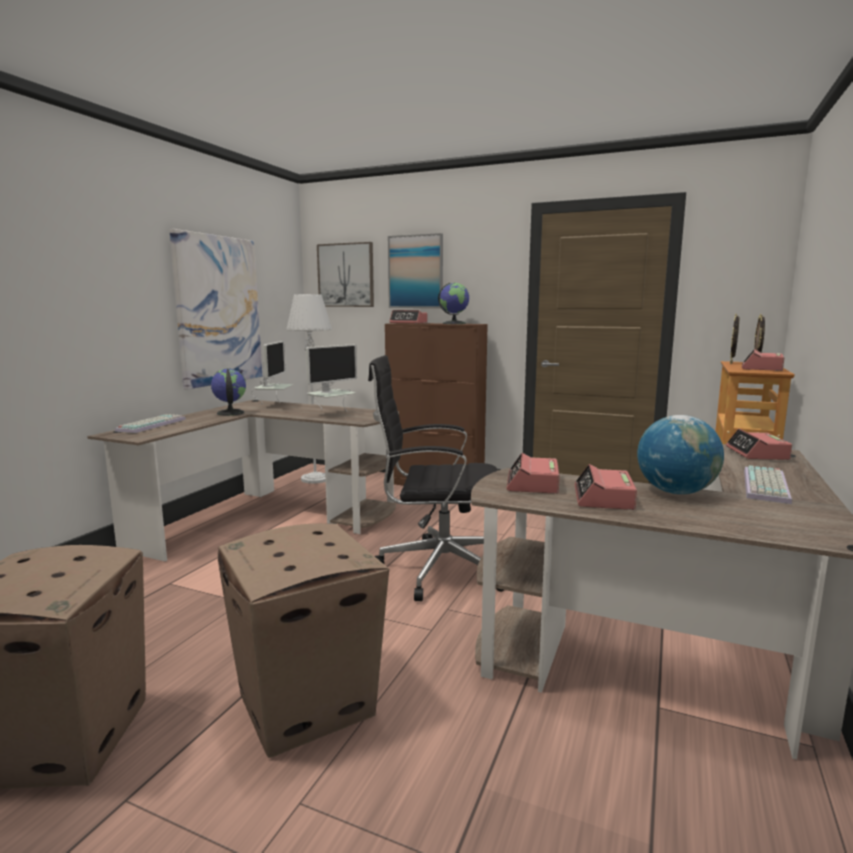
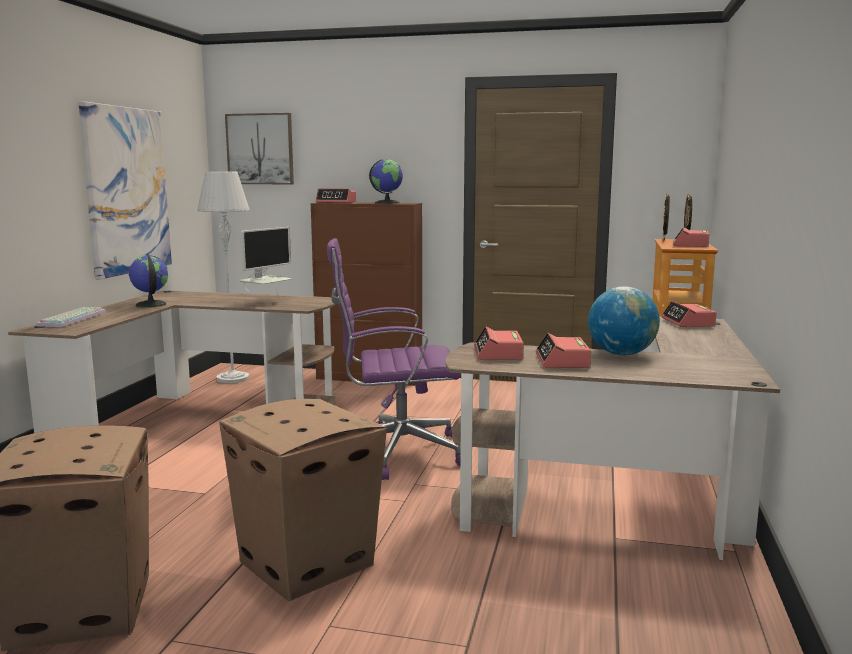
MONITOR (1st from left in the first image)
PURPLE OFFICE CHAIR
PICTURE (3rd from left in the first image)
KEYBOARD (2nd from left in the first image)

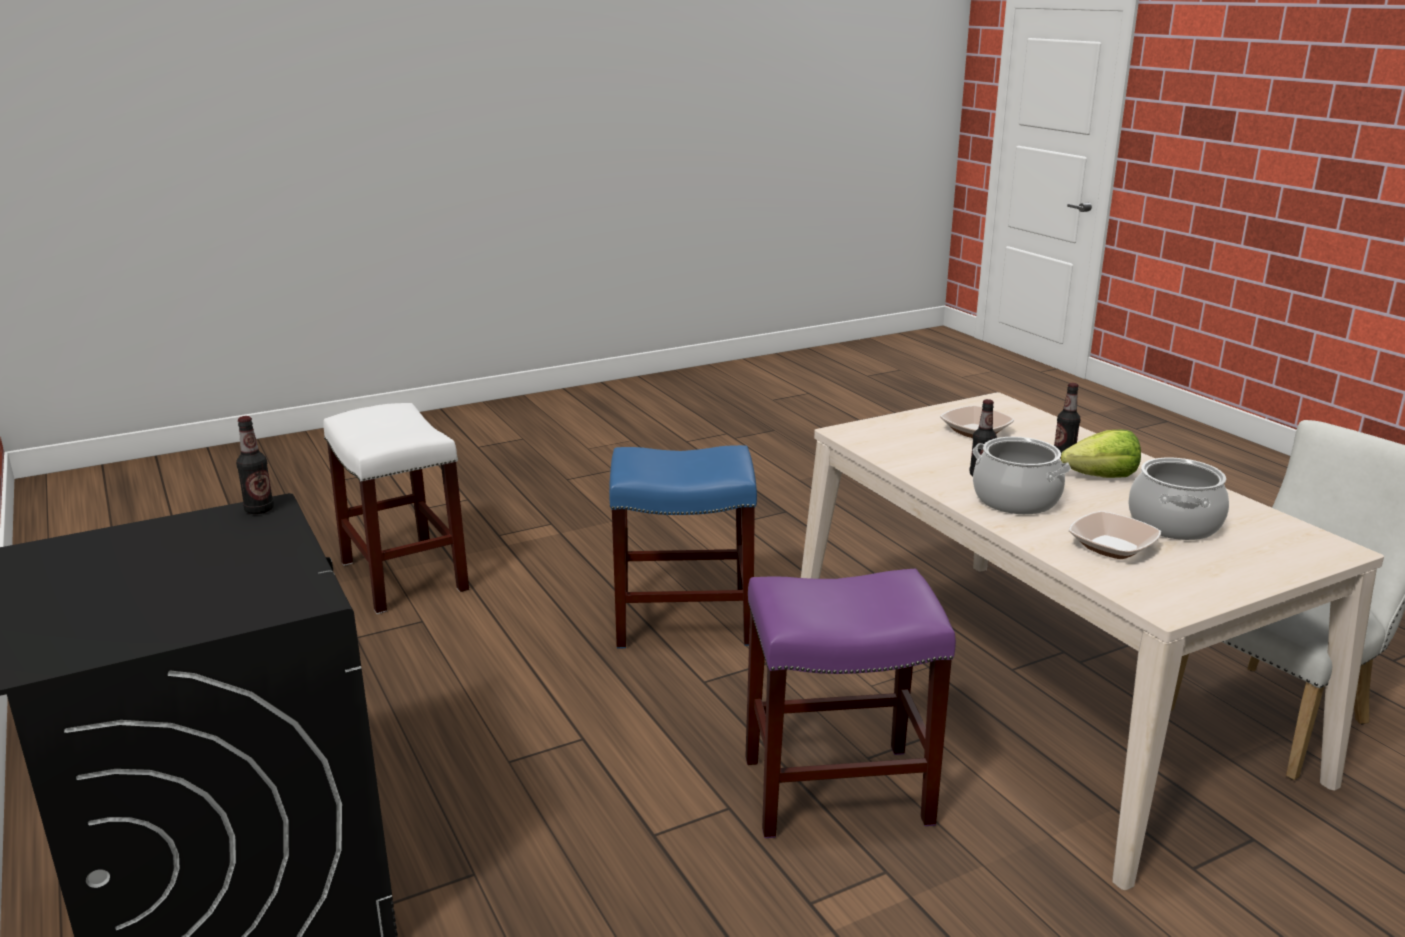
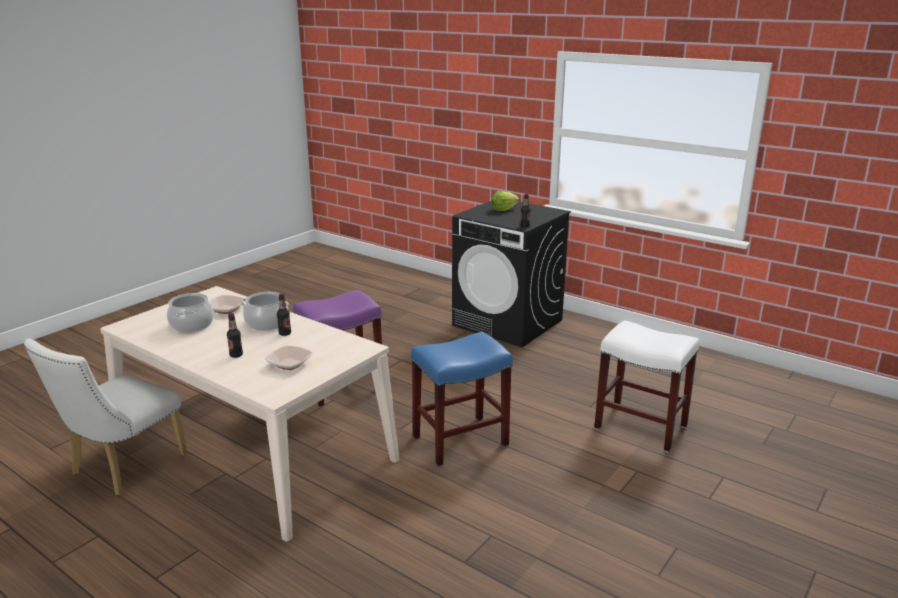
LETTUCE

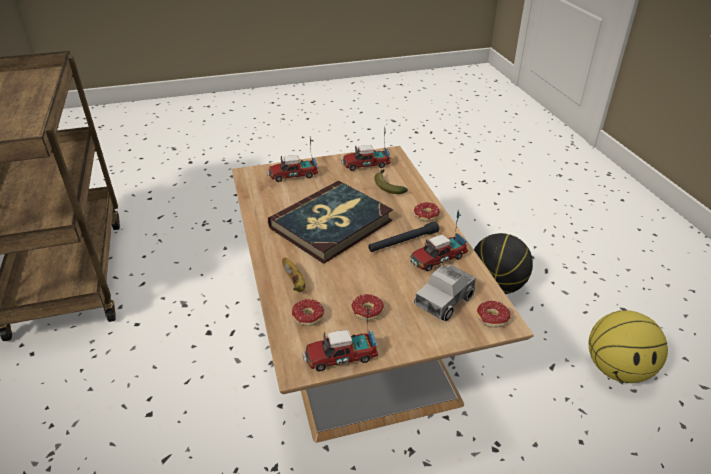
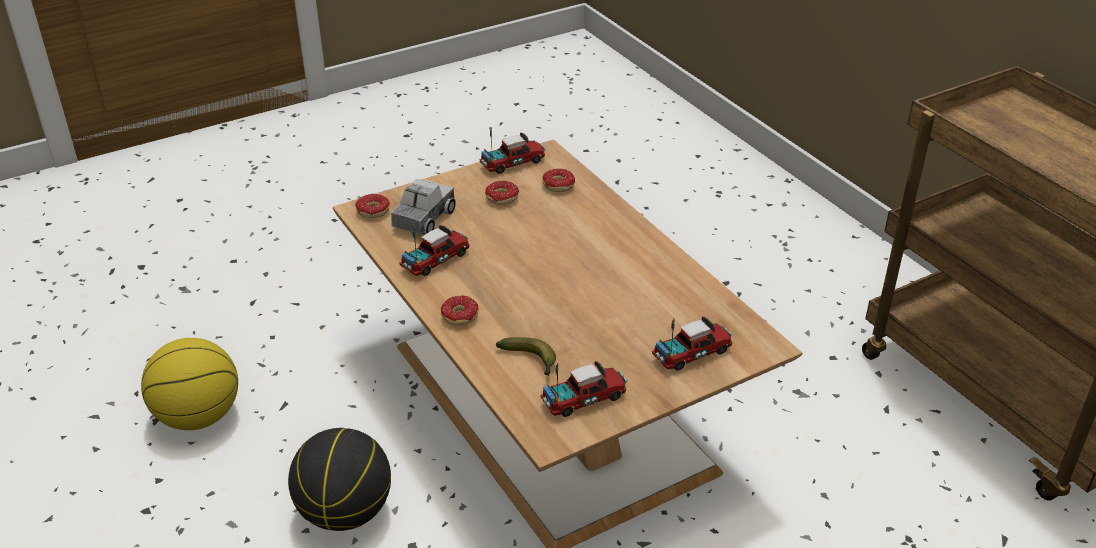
BOOK
BANANA (1st from left in the first image)
BLACK FLASHLIGHT

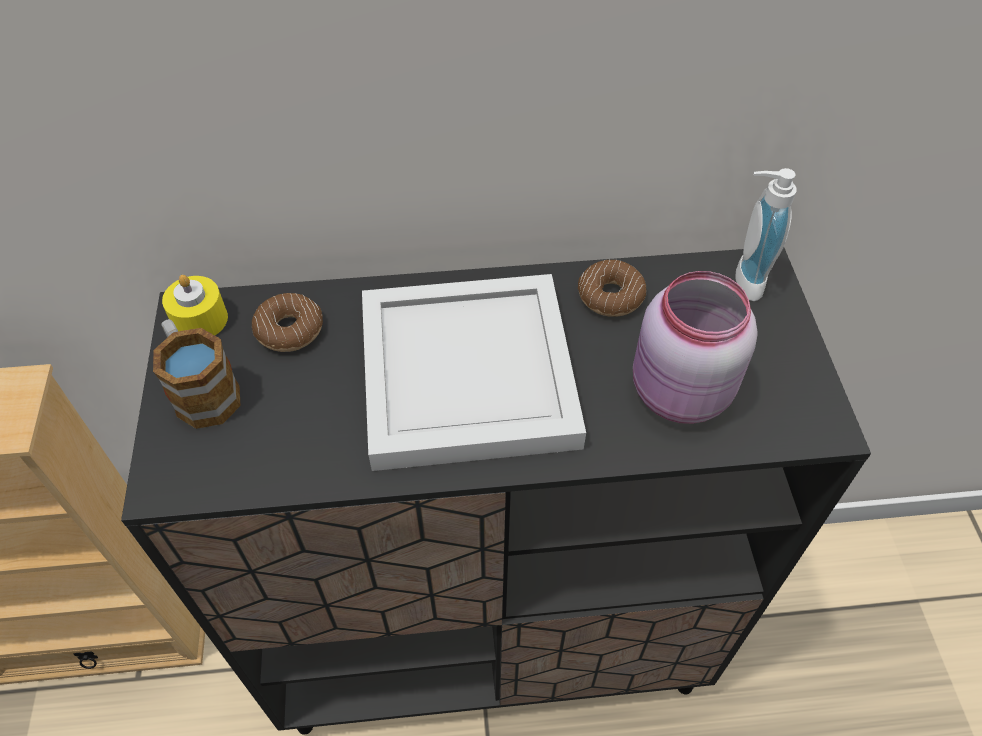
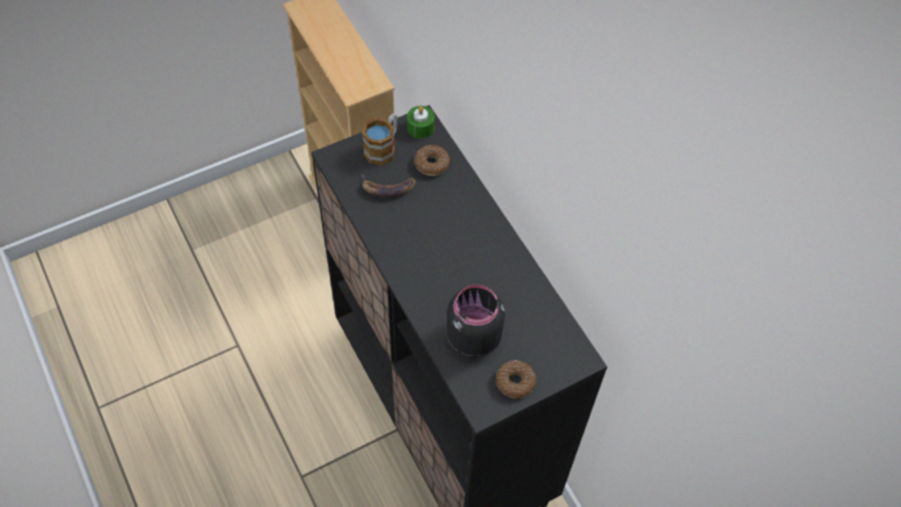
GREEN CANDLE
WHITE TRAY
DONUT (2nd from left)
BLACK JAR
SOAP DISPENSER
BANANA

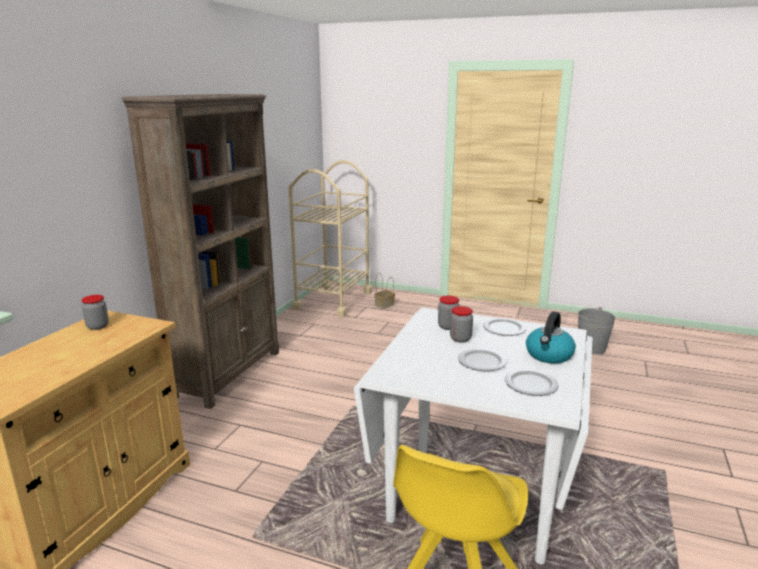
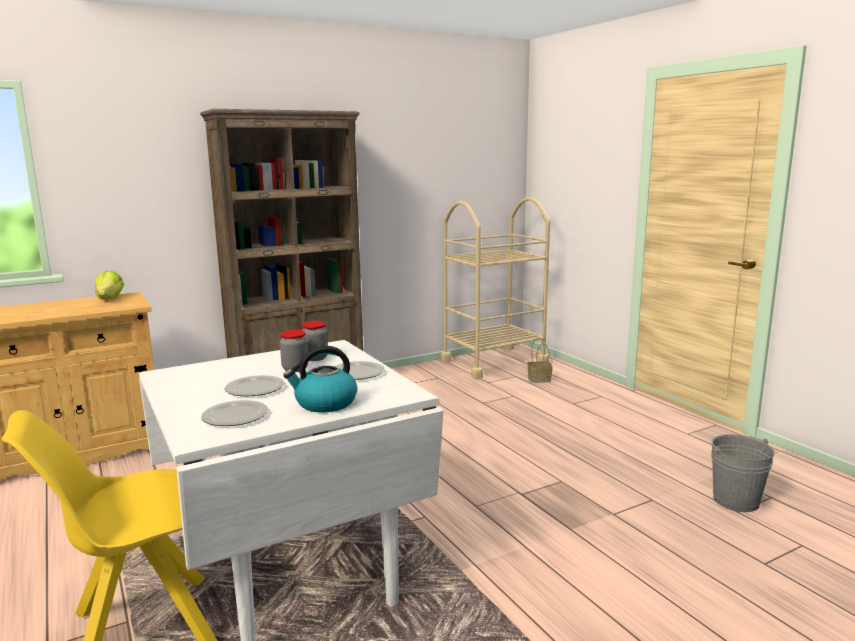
LETTUCE

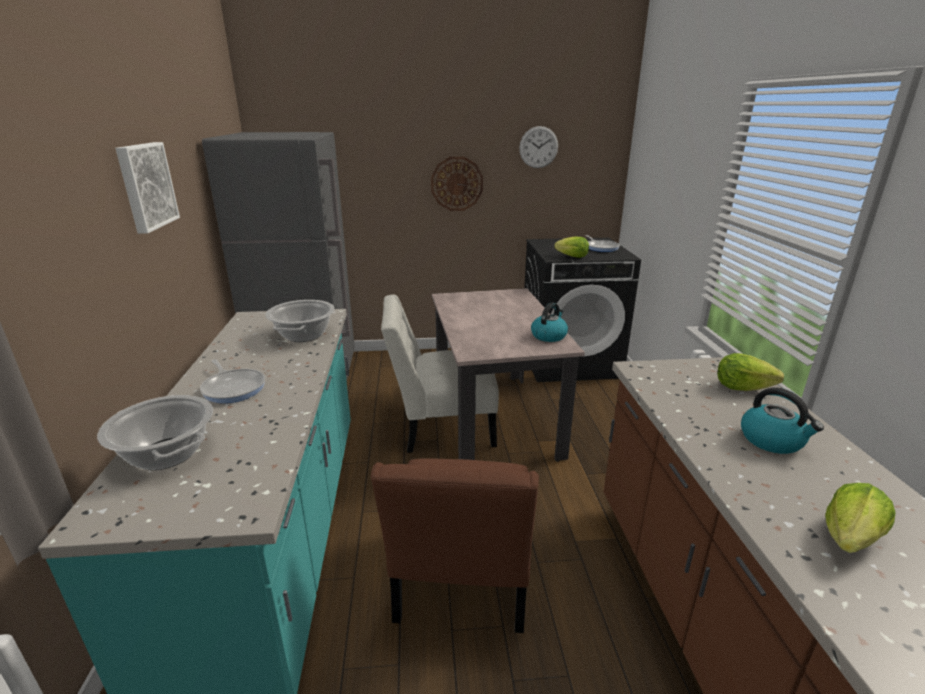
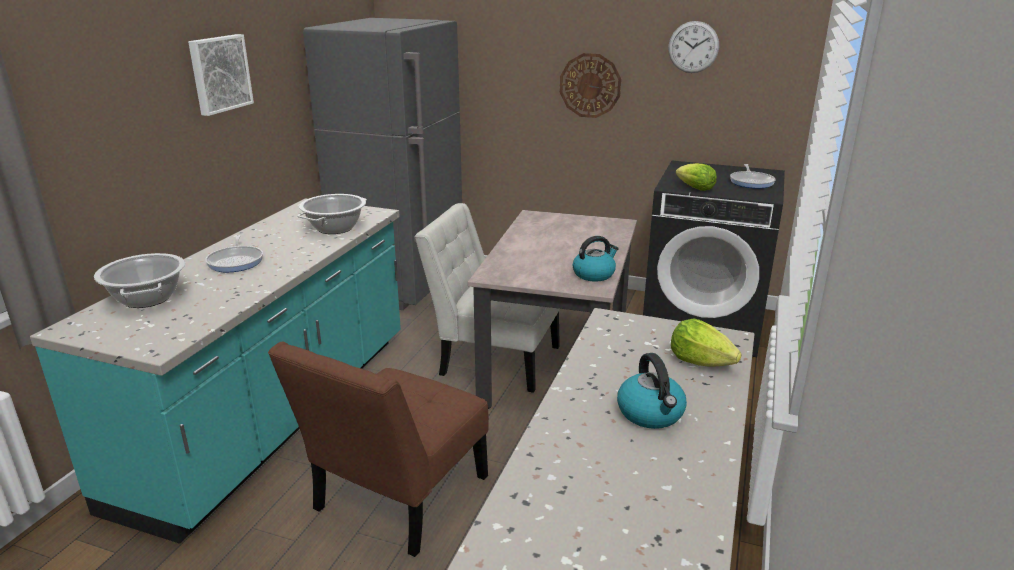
LETTUCE (3rd from left in the first image)

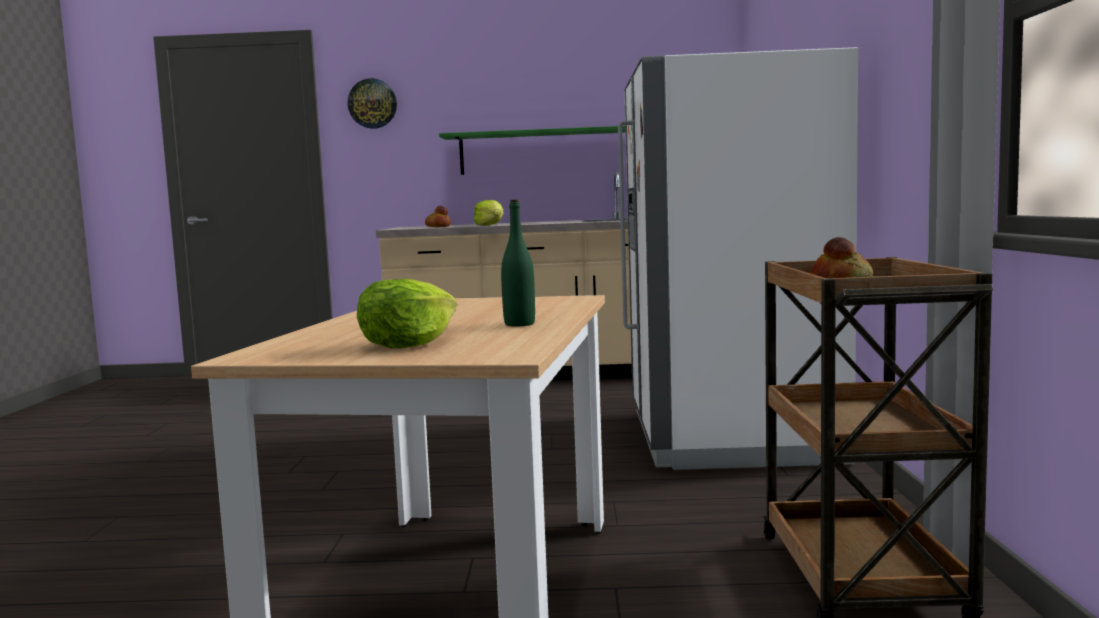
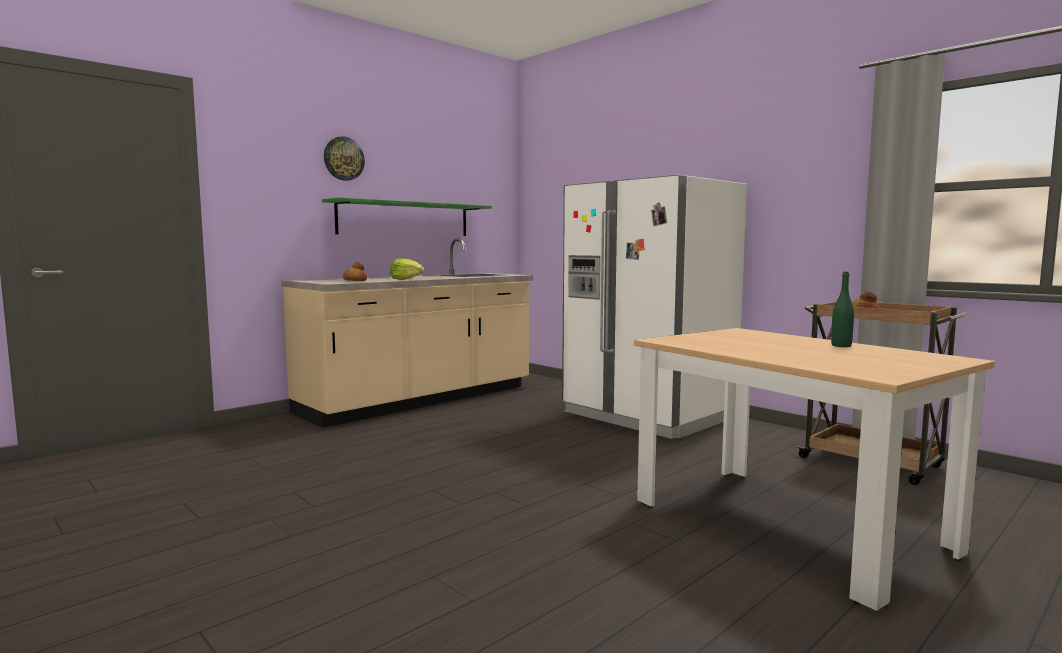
WALL CLOCK
LETTUCE (1st from left in the first image)

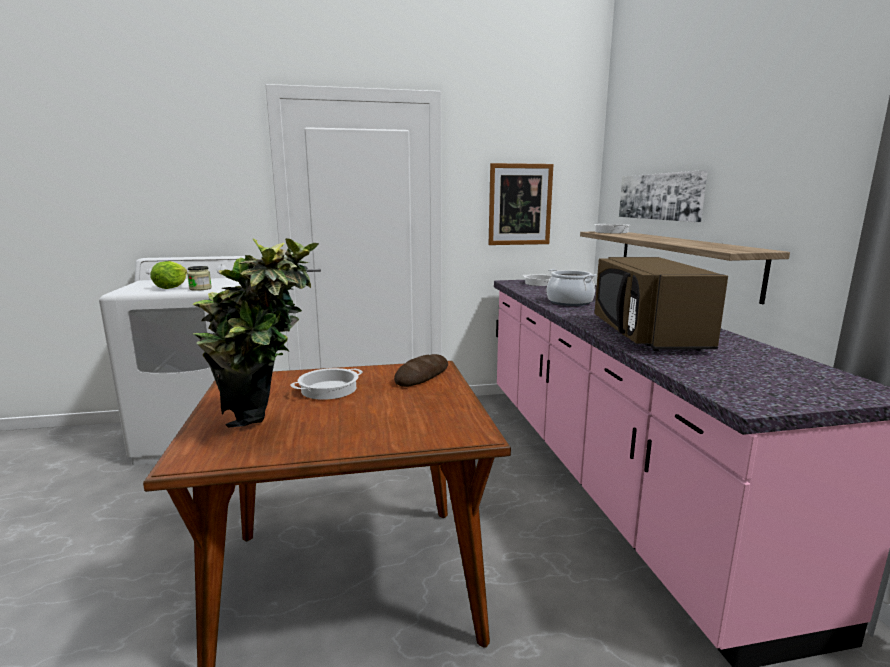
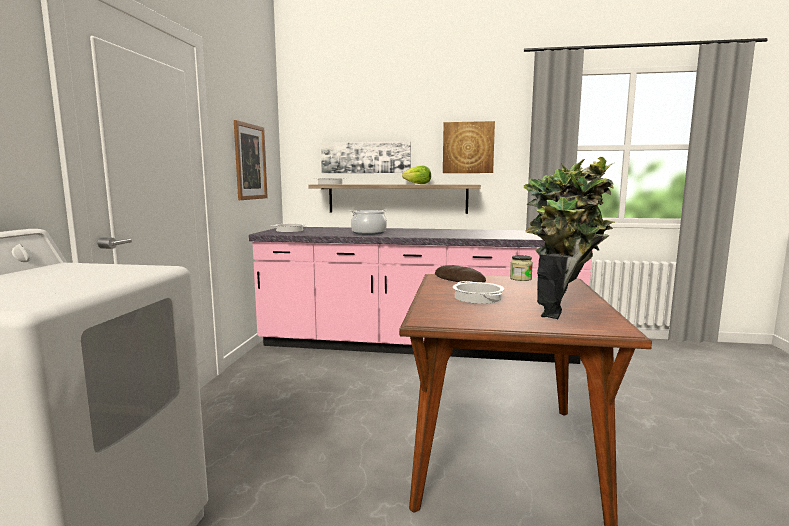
LETTUCE
JAR
BROWN MICROWAVE
PICTURE (3rd from left)

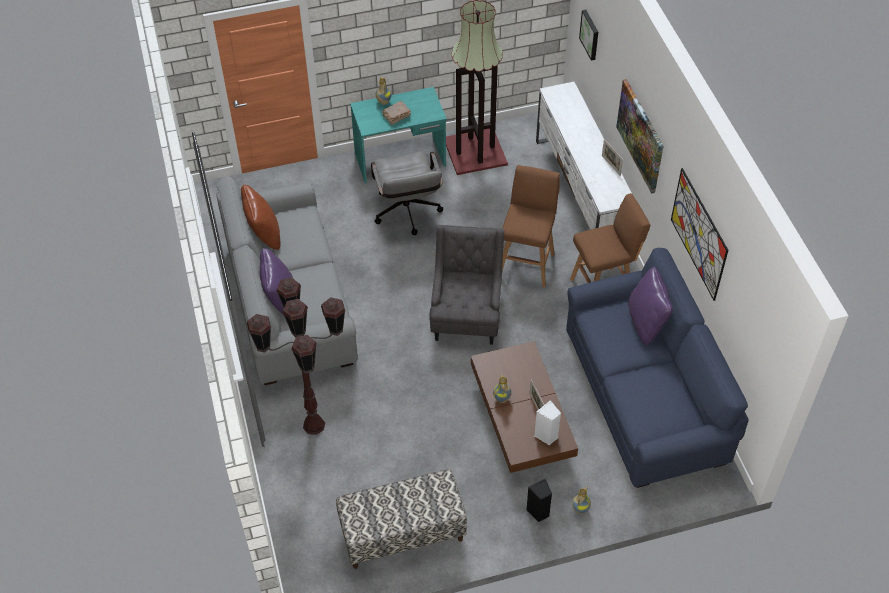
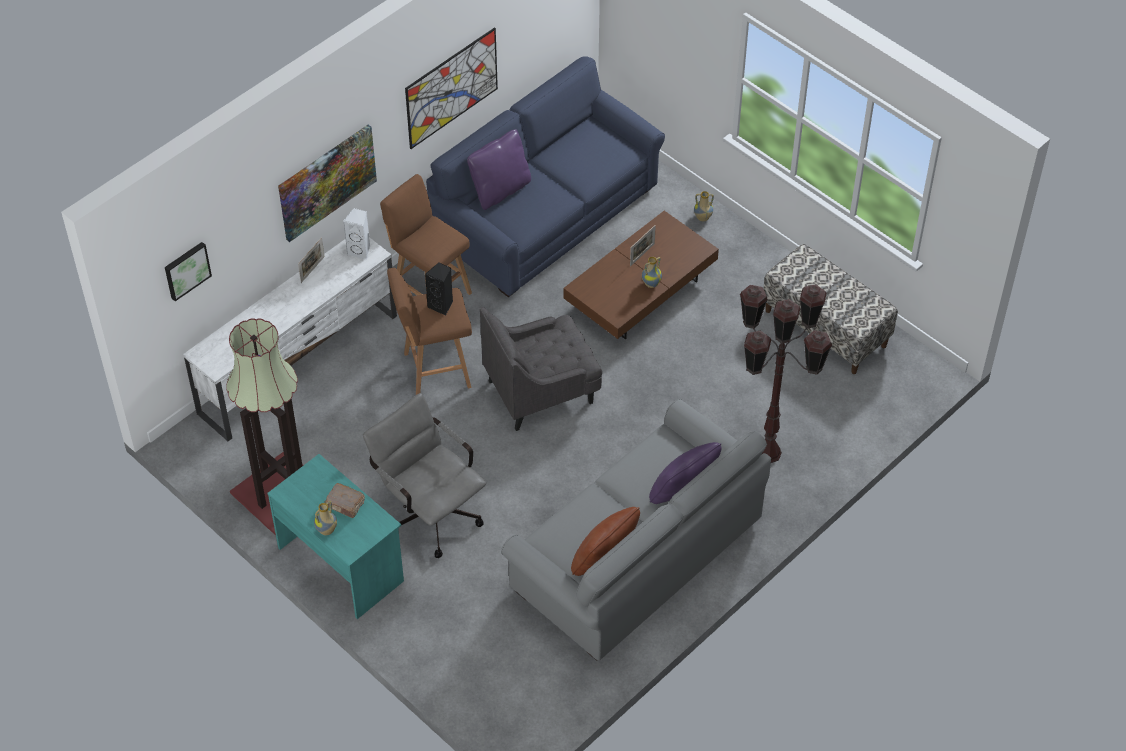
GREY OFFICE CHAIR
BLACK SPEAKER
WHITE SPEAKER

